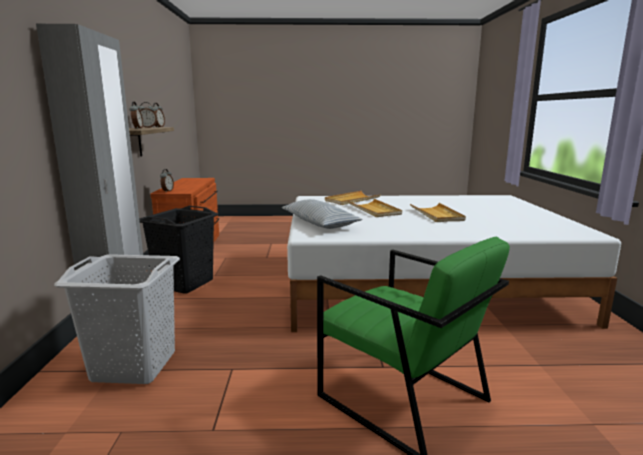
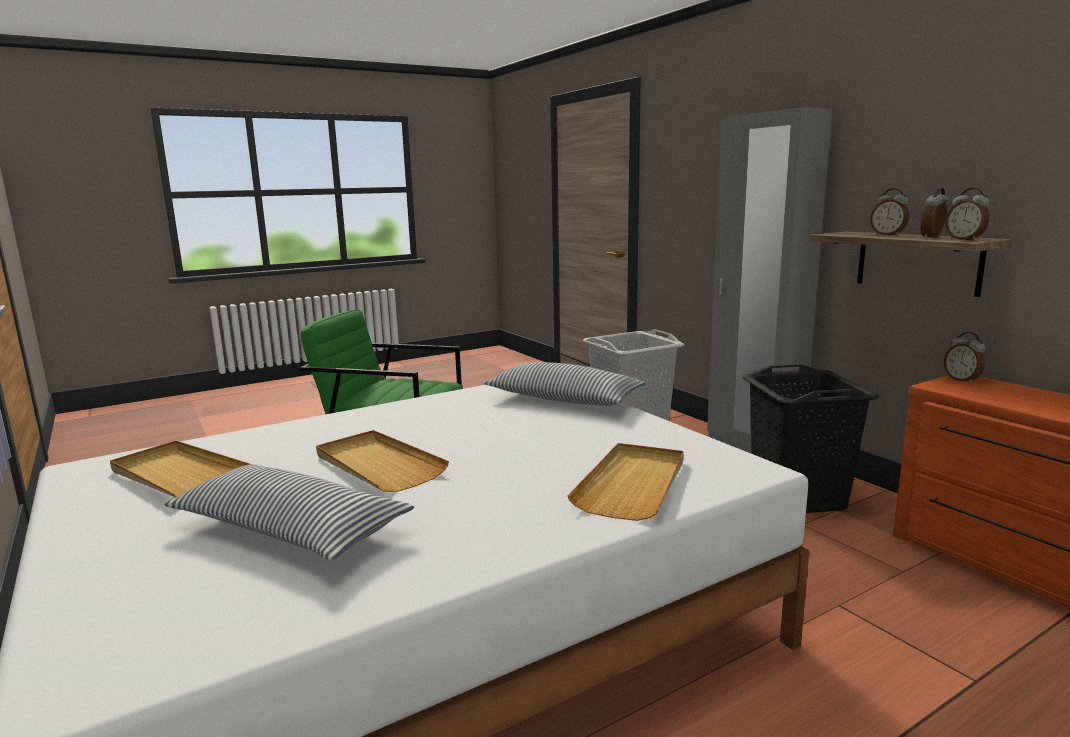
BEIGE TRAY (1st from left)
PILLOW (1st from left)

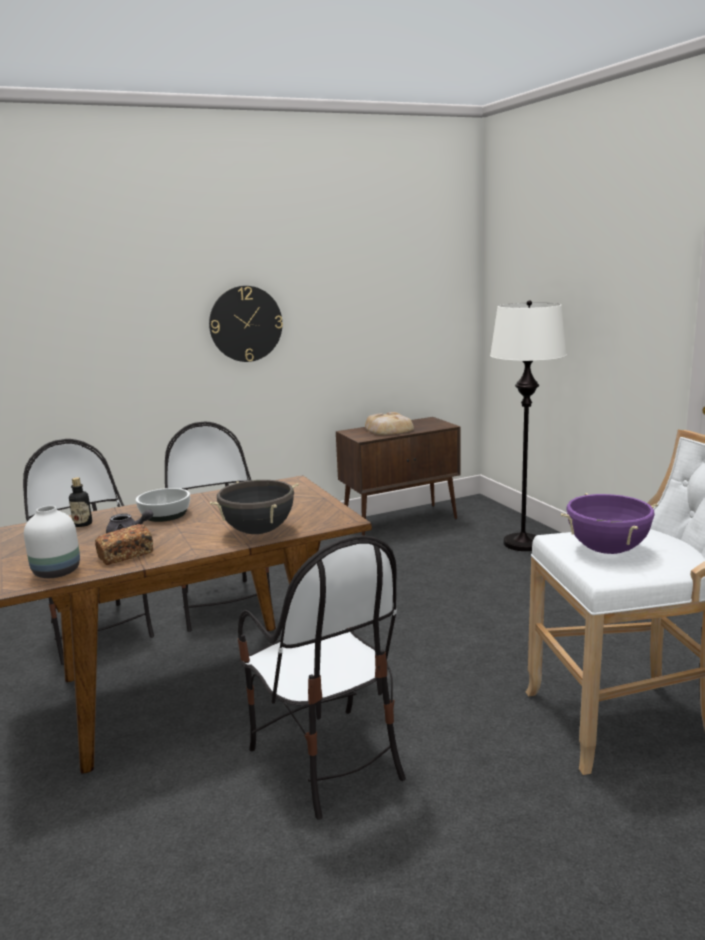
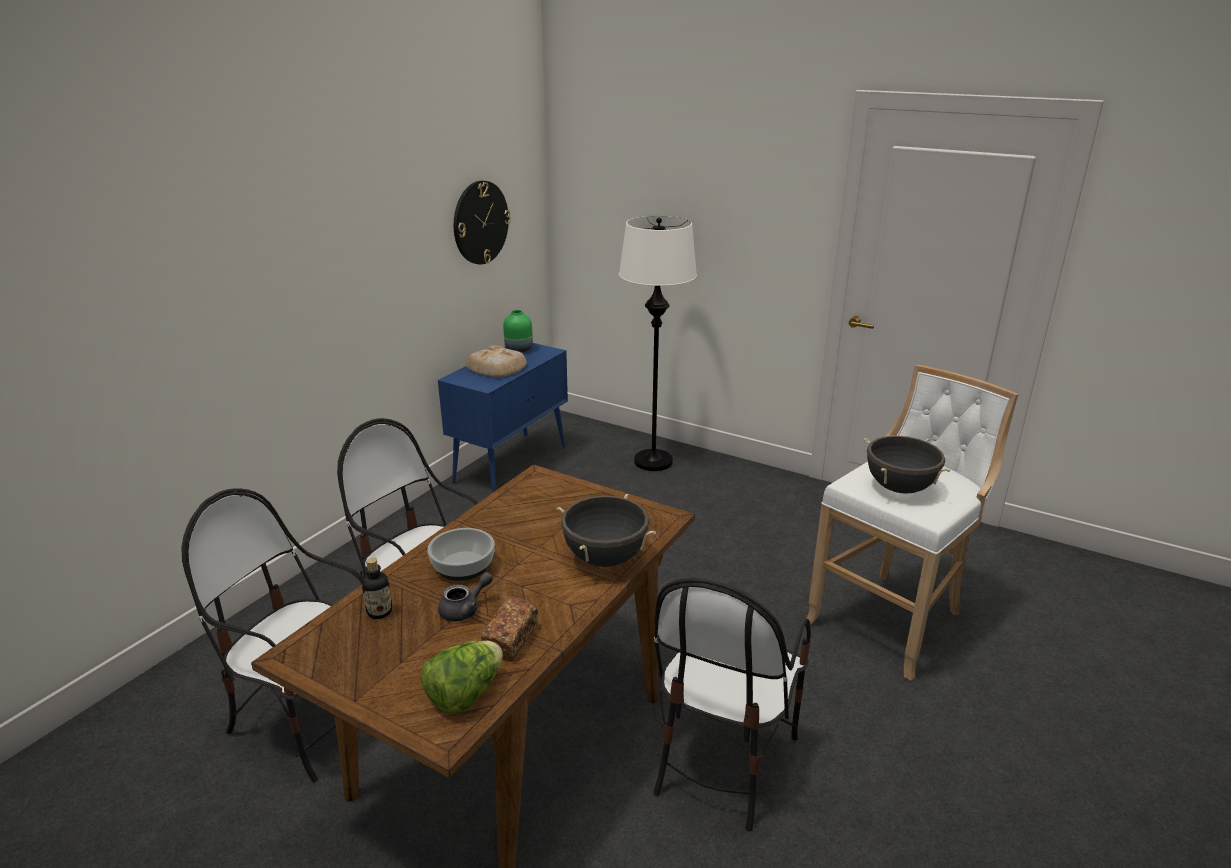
LETTUCE
WALL CLOCK
CHAIR (3rd from left)
BLUE CABINET
BLACK COOKING POT (2nd from left)
GREEN VASE

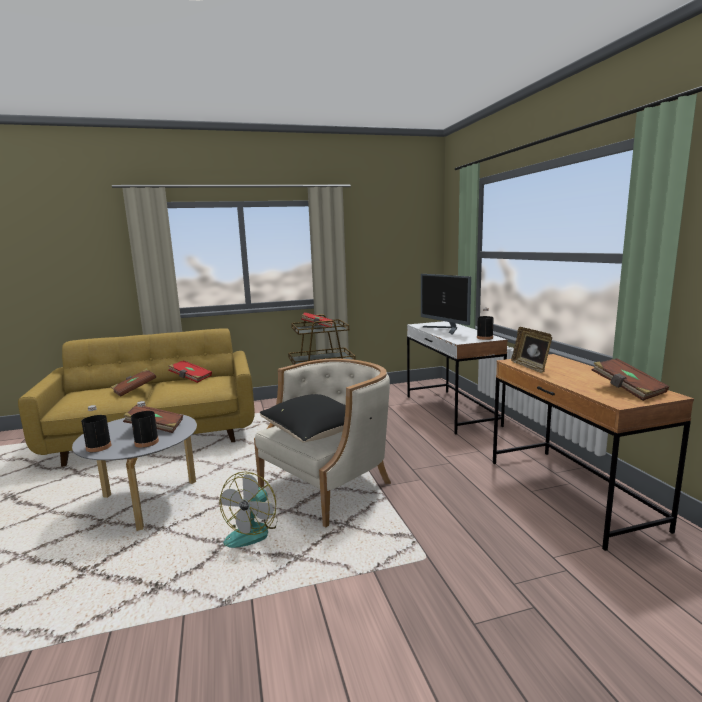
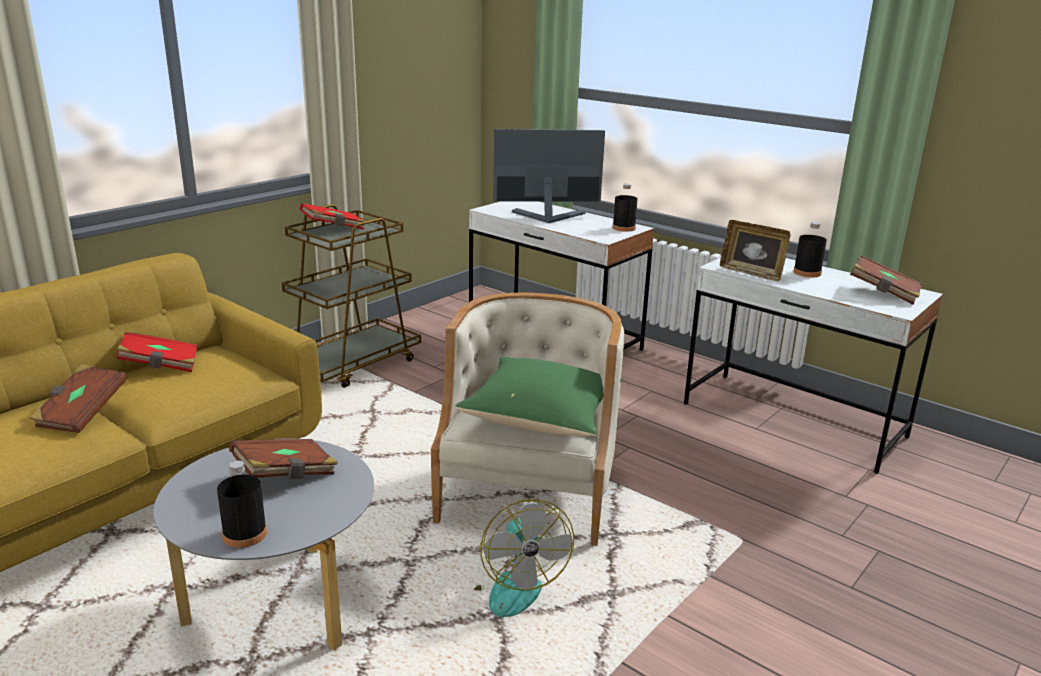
BLACK BOTTLE (3rd from left)
GREEN PILLOW
MONITOR
WHITE DESK (2nd from left)

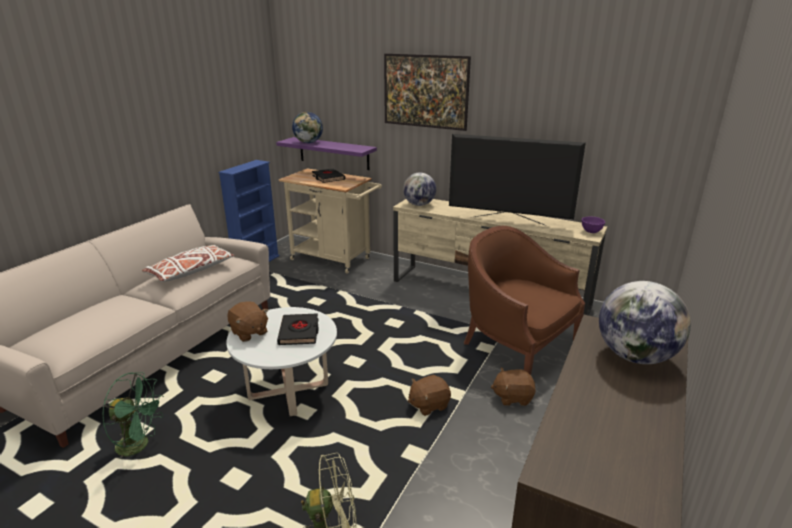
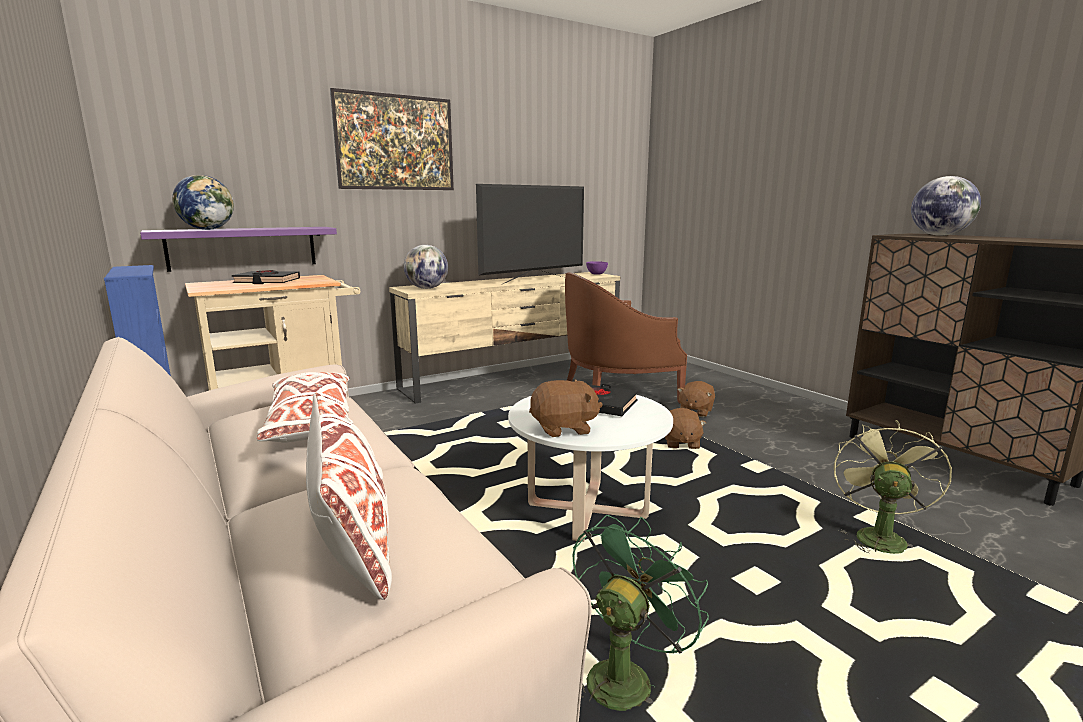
WHITE PILLOW (2nd from left)

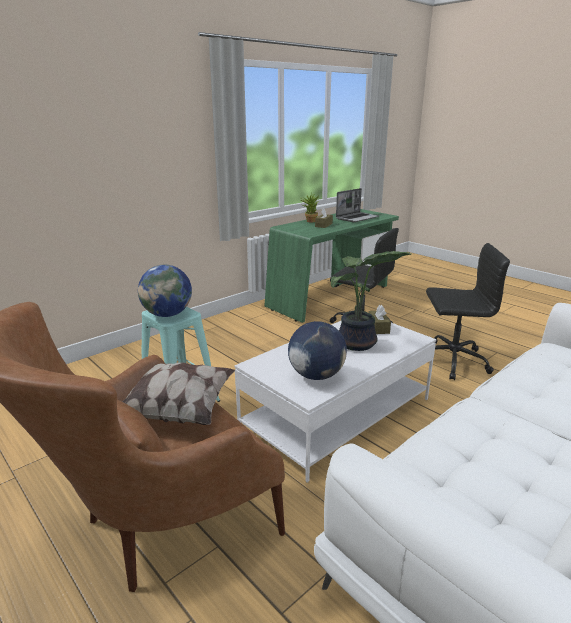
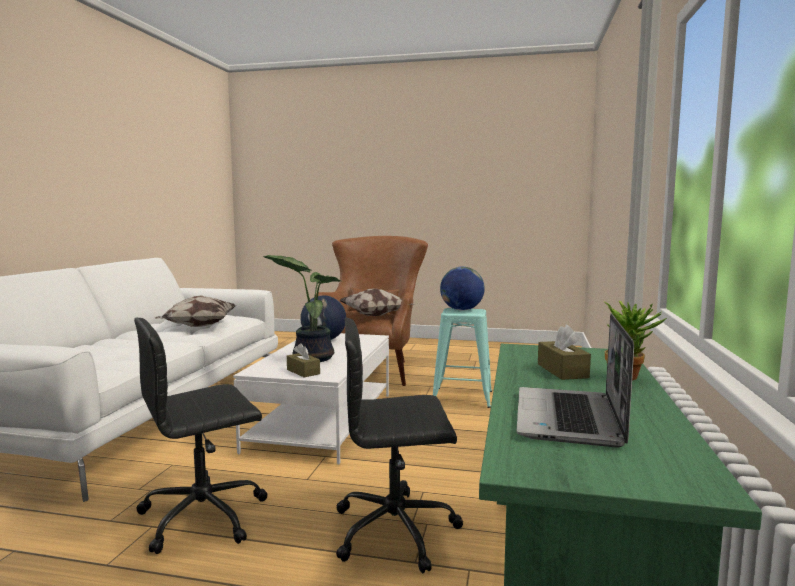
PILLOW (1st from left)

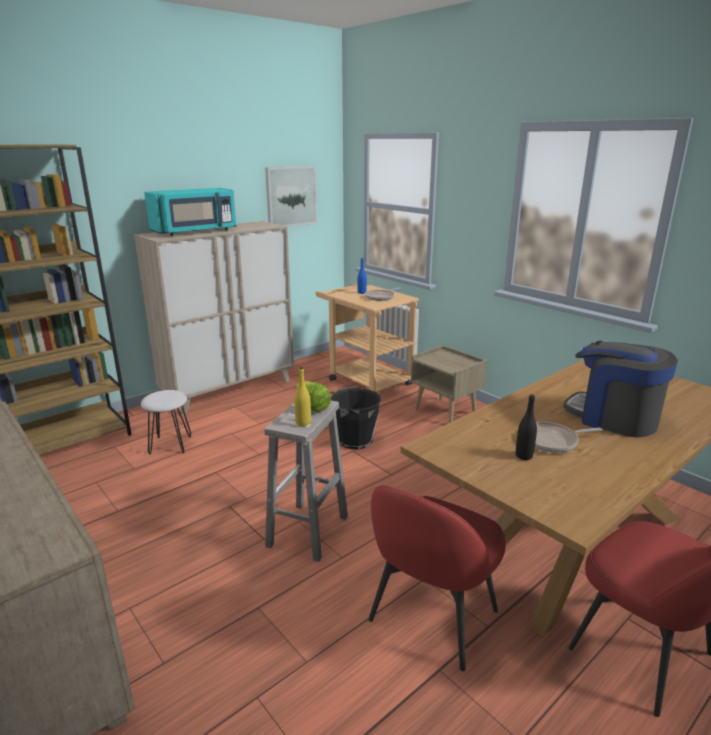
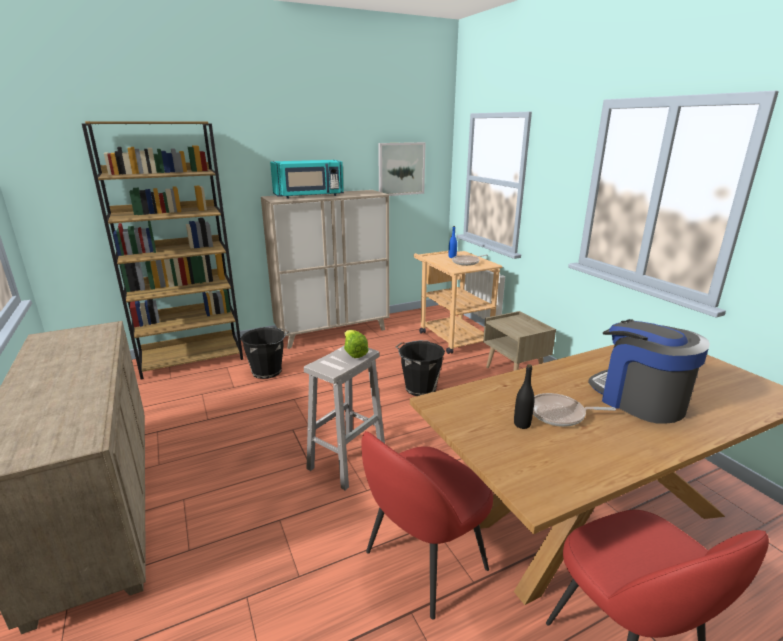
BLACK BUCKET (1st from left)
YELLOW BOTTLE

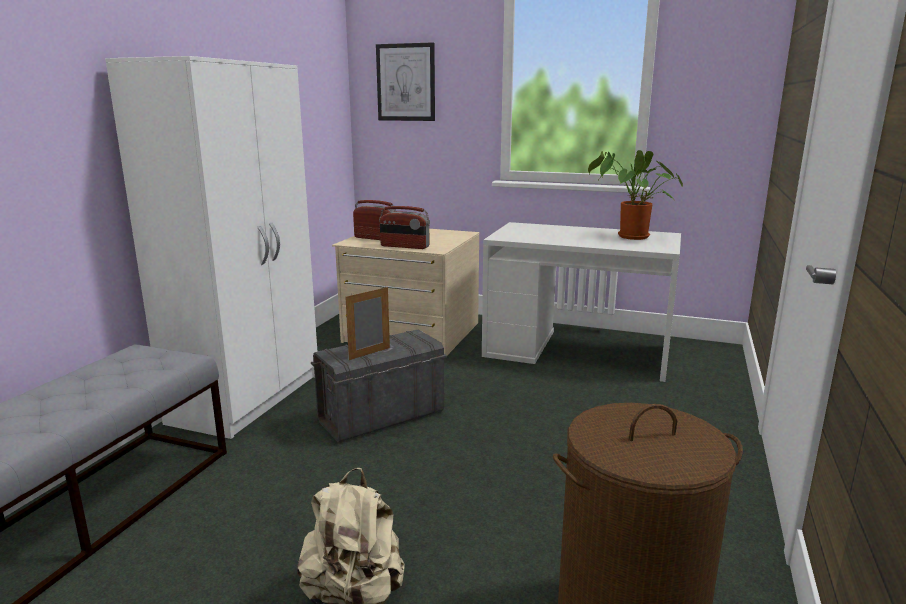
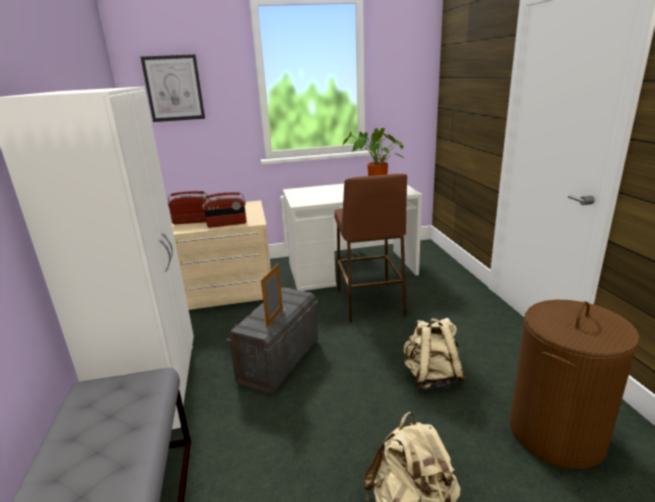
BROWN STOOL
BEIGE BACKPACK (2nd from left)

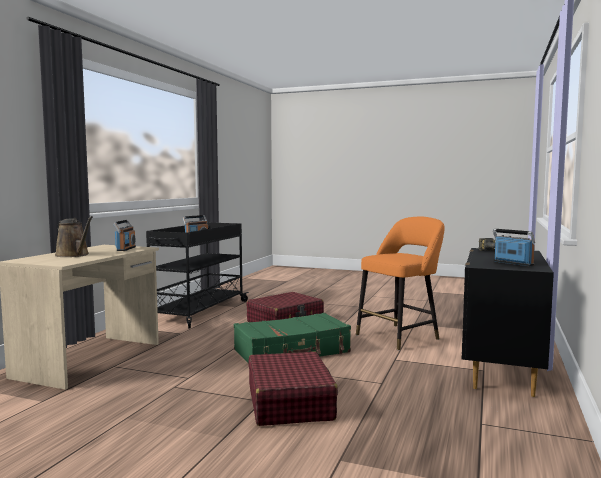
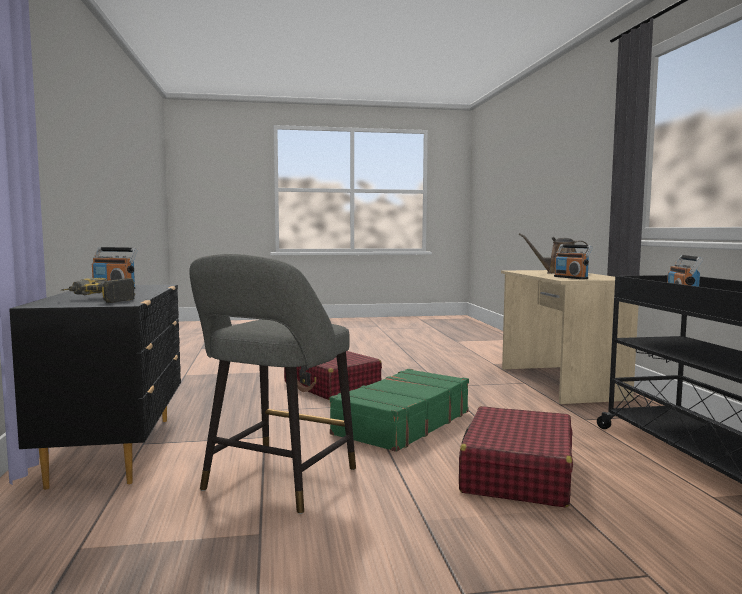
GREY STOOL

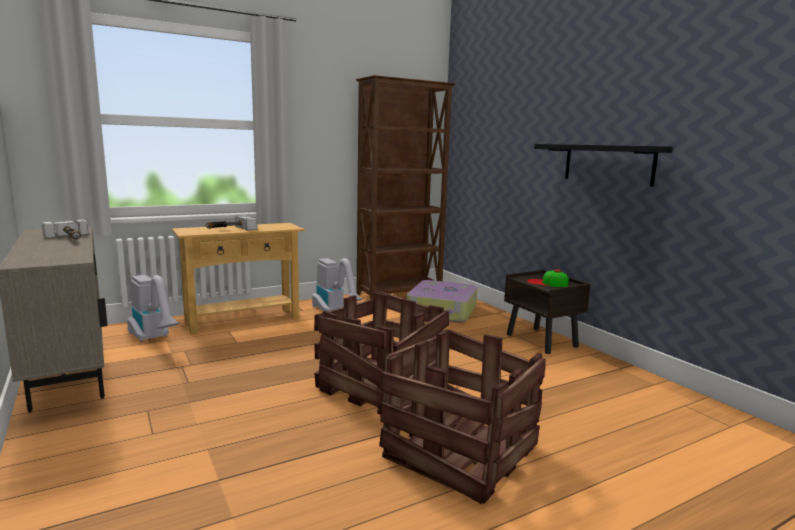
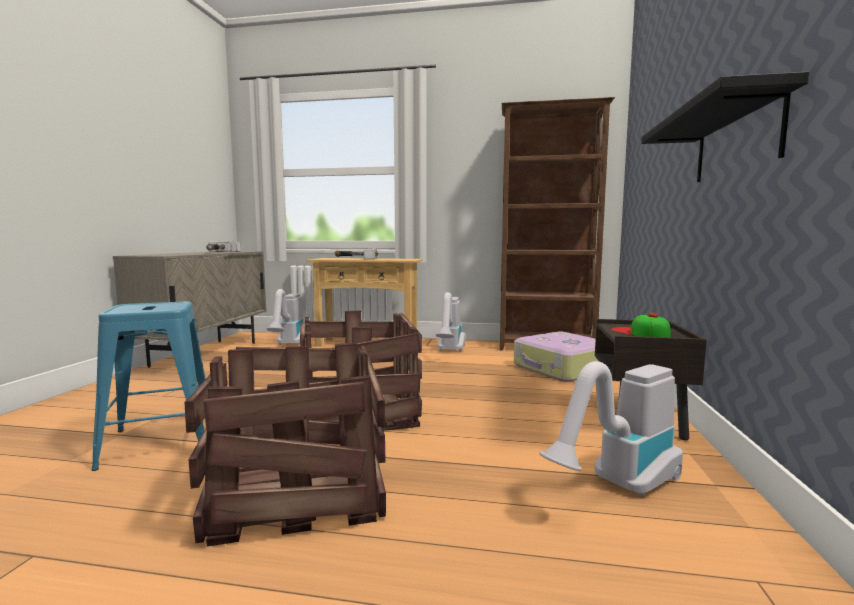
BLUE STOOL
VACUUM CLEANER (3rd from left)

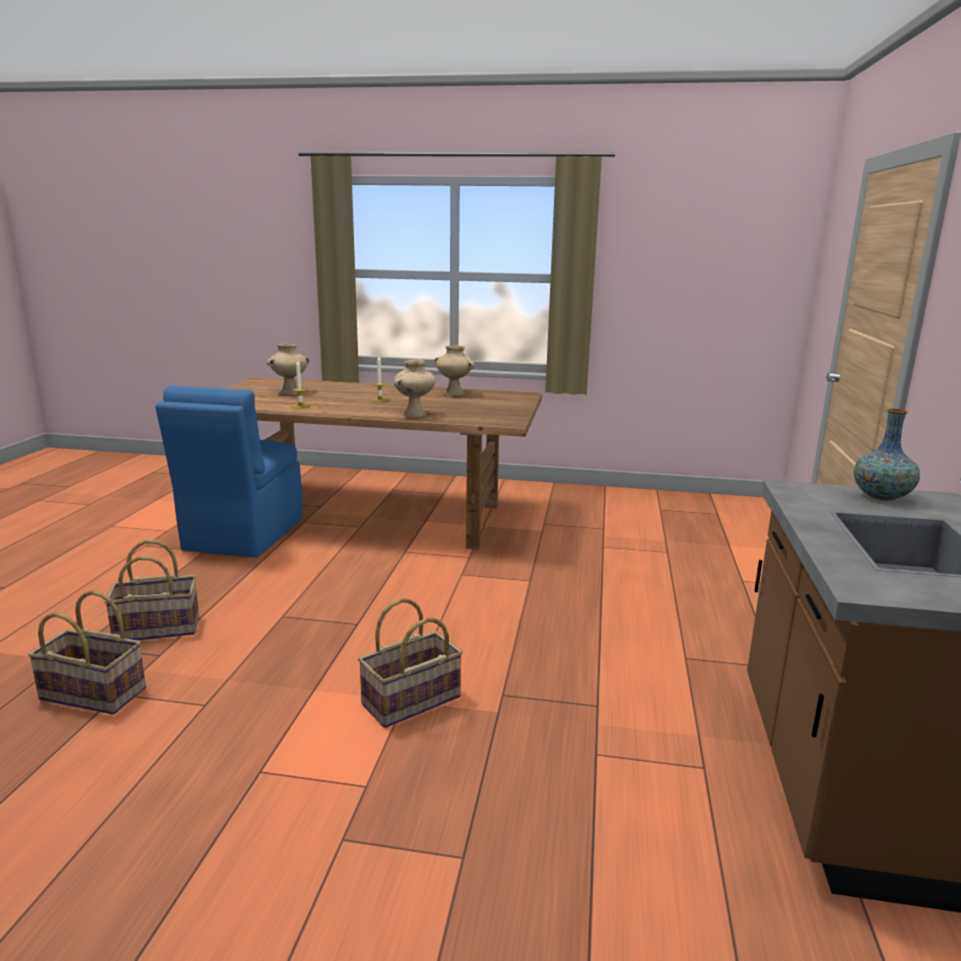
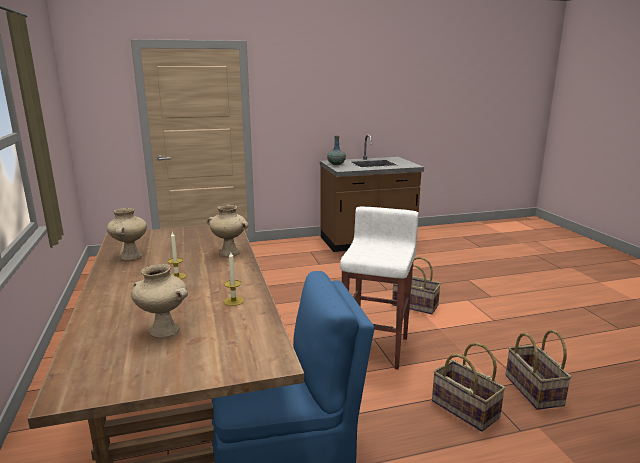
WHITE STOOL

